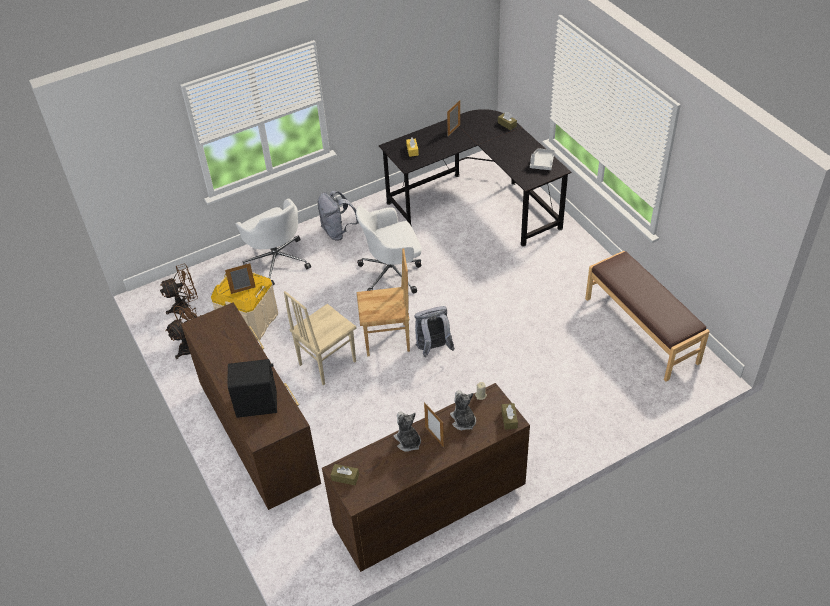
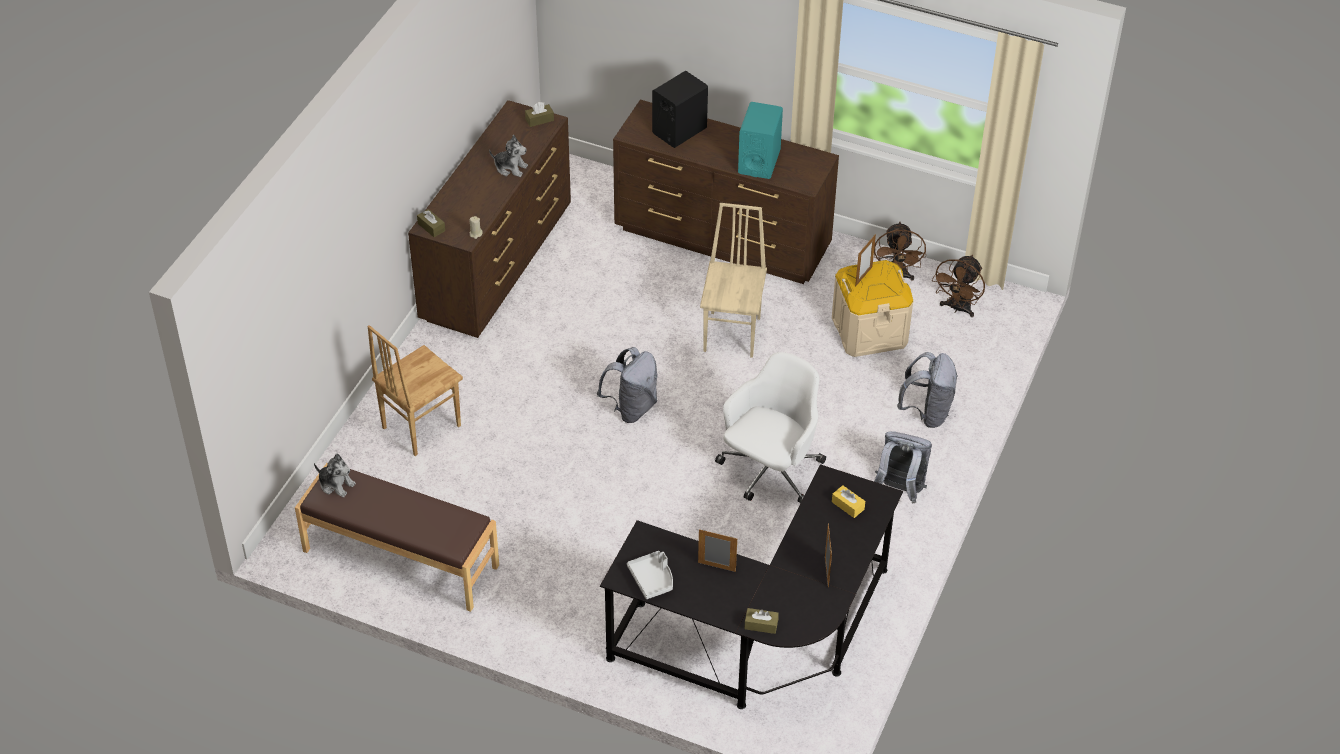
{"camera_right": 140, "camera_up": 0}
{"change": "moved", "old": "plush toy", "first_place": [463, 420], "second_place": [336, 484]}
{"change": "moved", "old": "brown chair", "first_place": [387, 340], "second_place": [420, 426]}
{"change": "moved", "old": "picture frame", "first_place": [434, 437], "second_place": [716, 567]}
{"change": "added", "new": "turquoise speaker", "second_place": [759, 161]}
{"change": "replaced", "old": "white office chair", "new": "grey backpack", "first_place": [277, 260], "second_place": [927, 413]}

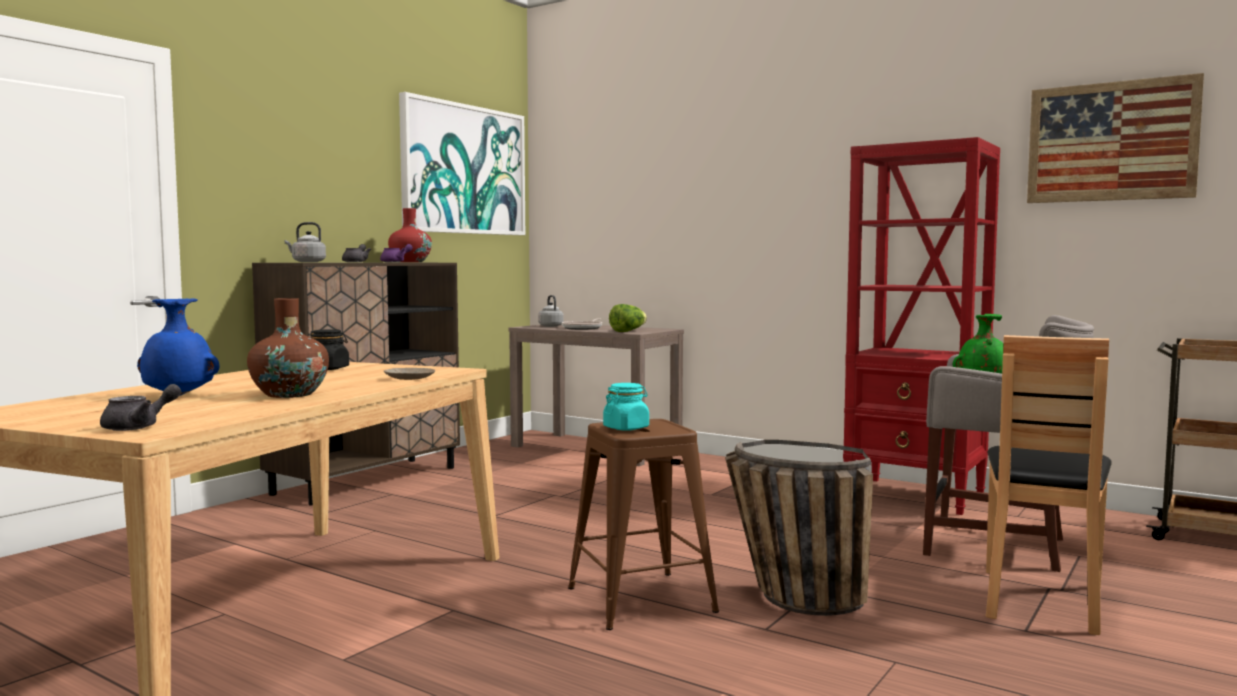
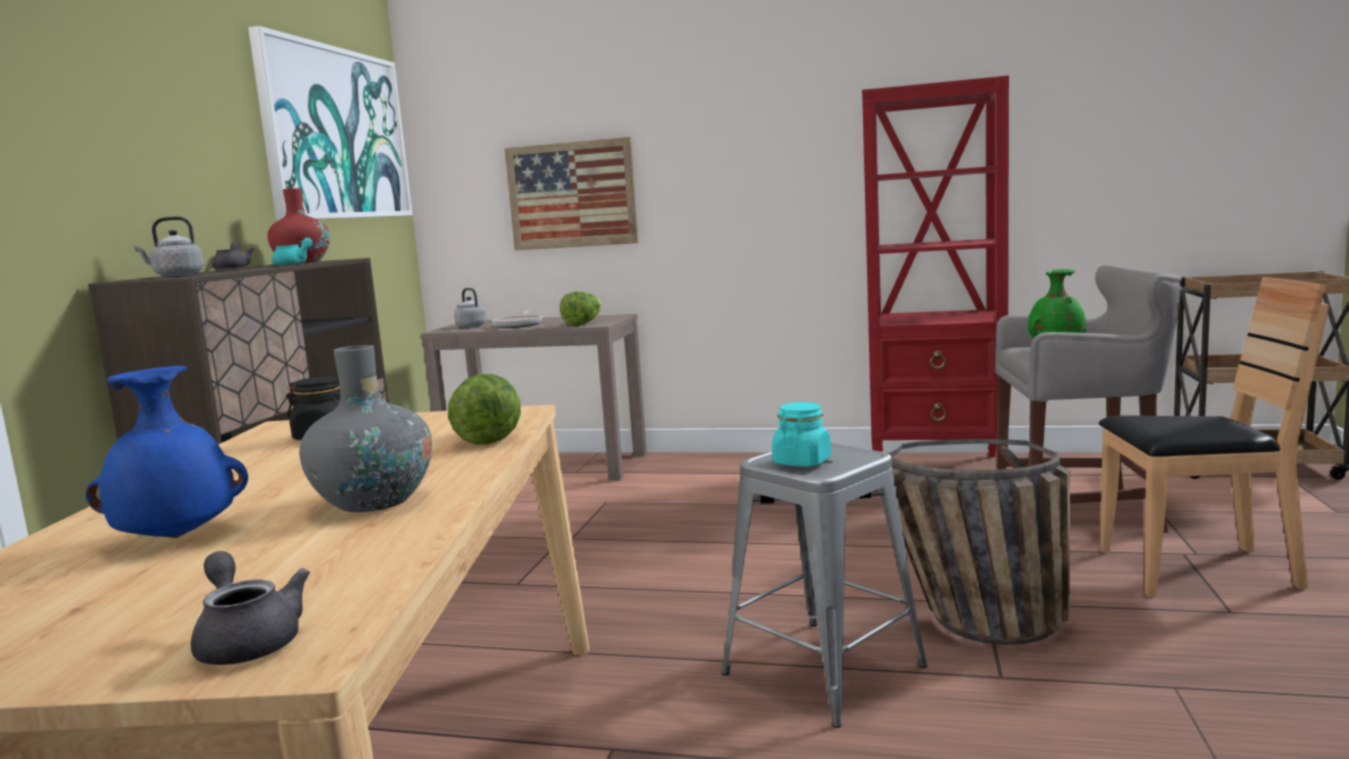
{"camera_right": -20, "camera_up": 5}
{"change": "turned", "old": "grey teapot", "first_place": [139, 427], "second_place": [248, 641], "degrees": -60}
{"change": "recoloured", "old": "purple teapot", "new": "turquoise teapot", "first_place": [396, 262], "second_place": [295, 264]}
{"change": "recoloured", "old": "brown vase", "new": "grey vase", "first_place": [289, 394], "second_place": [374, 501]}
{"change": "replaced", "old": "beige plate", "new": "lettuce", "first_place": [409, 378], "second_place": [490, 438]}
{"change": "moved", "old": "picture", "first_place": [1111, 142], "second_place": [572, 195]}
{"change": "recoloured", "old": "brown stool", "new": "grey stool", "first_place": [641, 600], "second_place": [824, 670]}
{"change": "turned", "old": "brown chair", "first_place": [1041, 600], "second_place": [1196, 570], "degrees": -90}

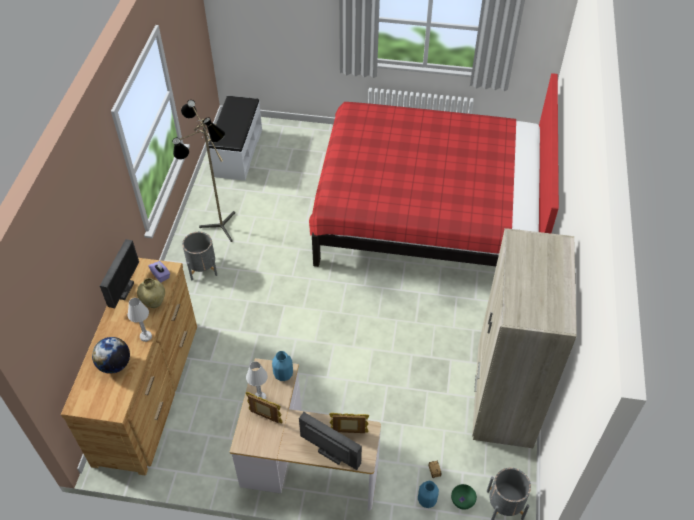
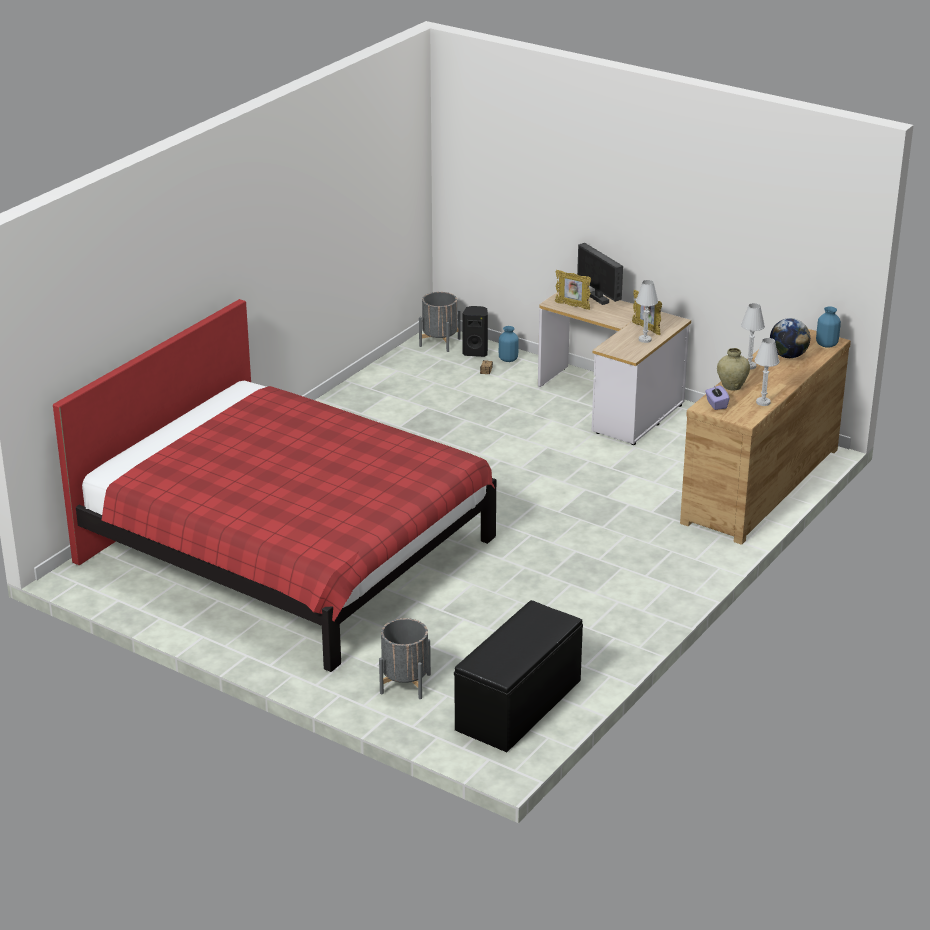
{"camera_right": -155, "camera_up": -20}
{"change": "moved", "old": "grey planter", "first_place": [202, 268], "second_place": [405, 684]}
{"change": "recoloured", "old": "white bench", "new": "black bench", "first_place": [237, 152], "second_place": [519, 705]}
{"change": "replaced", "old": "green bowl", "new": "black speaker", "first_place": [462, 500], "second_place": [475, 352]}
{"change": "replaced", "old": "monitor", "new": "white table lamp", "first_place": [125, 290], "second_place": [763, 402]}
{"change": "moved", "old": "blue vase", "first_place": [283, 375], "second_place": [826, 344]}
{"change": "removed", "old": "floor lamp", "first_place": [218, 229]}
{"change": "removed", "old": "beige wardrobe", "first_place": [503, 397]}

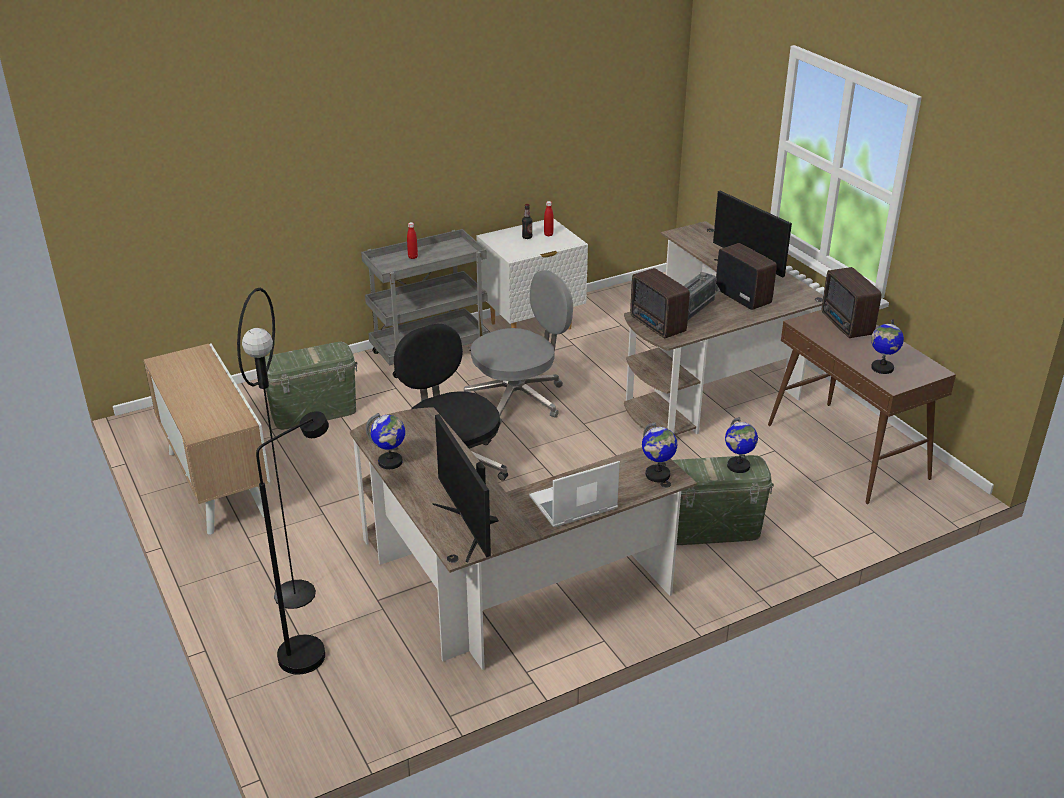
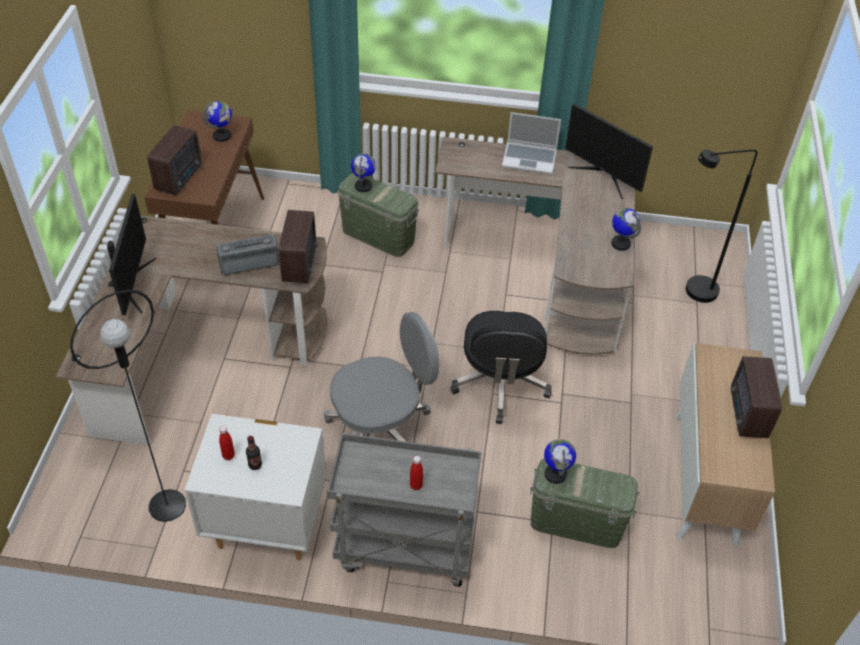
{"camera_right": -145, "camera_up": 15}
{"change": "moved", "old": "black floor lamp", "first_place": [294, 594], "second_place": [167, 506]}
{"change": "turned", "old": "grey office chair", "first_place": [518, 398], "second_place": [381, 427], "degrees": 150}
{"change": "moved", "old": "globe", "first_place": [657, 475], "second_place": [555, 474]}
{"change": "turned", "old": "monitor", "first_place": [469, 526], "second_place": [603, 176], "degrees": 120}
{"change": "moved", "old": "radio", "first_place": [742, 296], "second_place": [747, 415]}

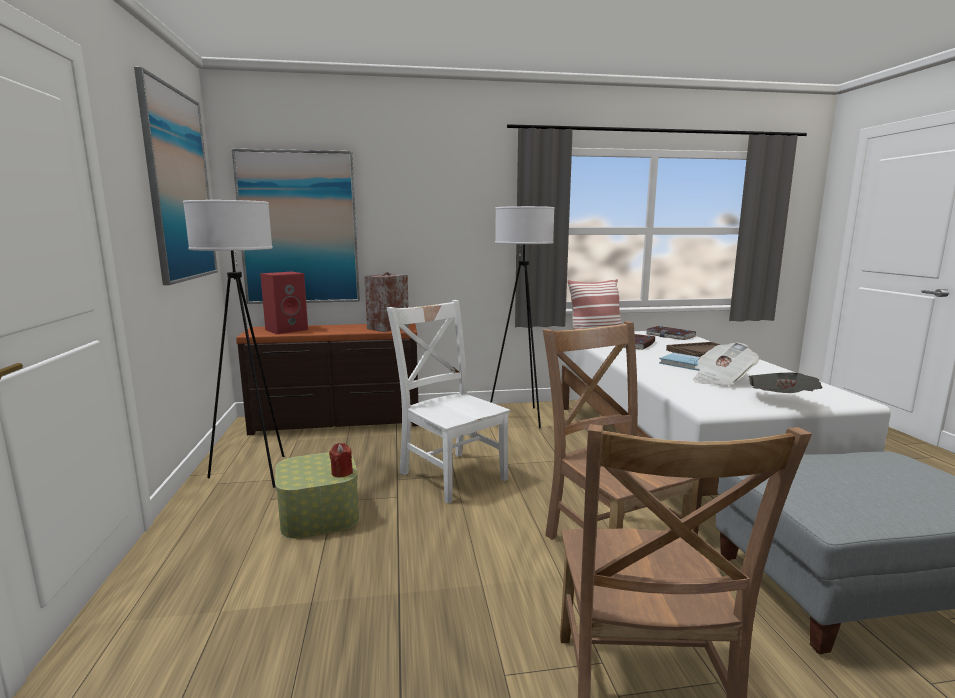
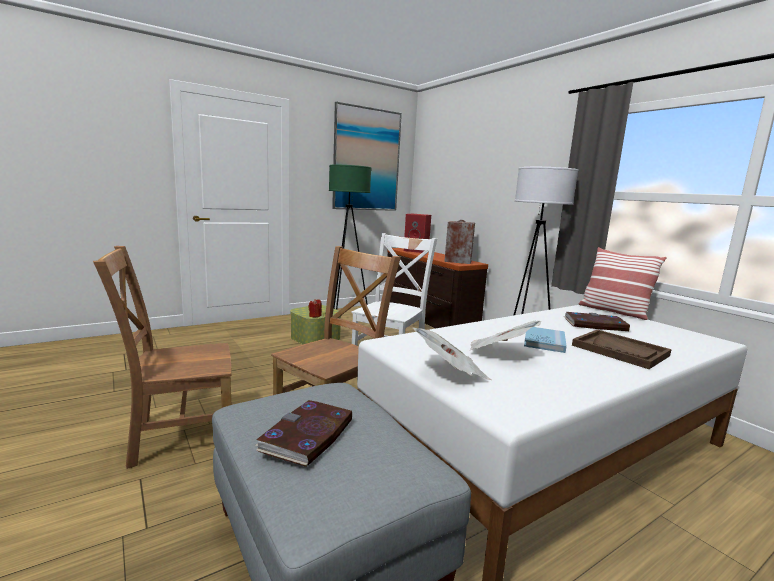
{"camera_right": 65, "camera_up": 0}
{"change": "moved", "old": "book", "first_place": [670, 335], "second_place": [307, 435]}
{"change": "recoloured", "old": "white floor lamp", "new": "green floor lamp", "first_place": [254, 473], "second_place": [345, 318]}
{"change": "removed", "old": "picture", "first_place": [299, 228]}

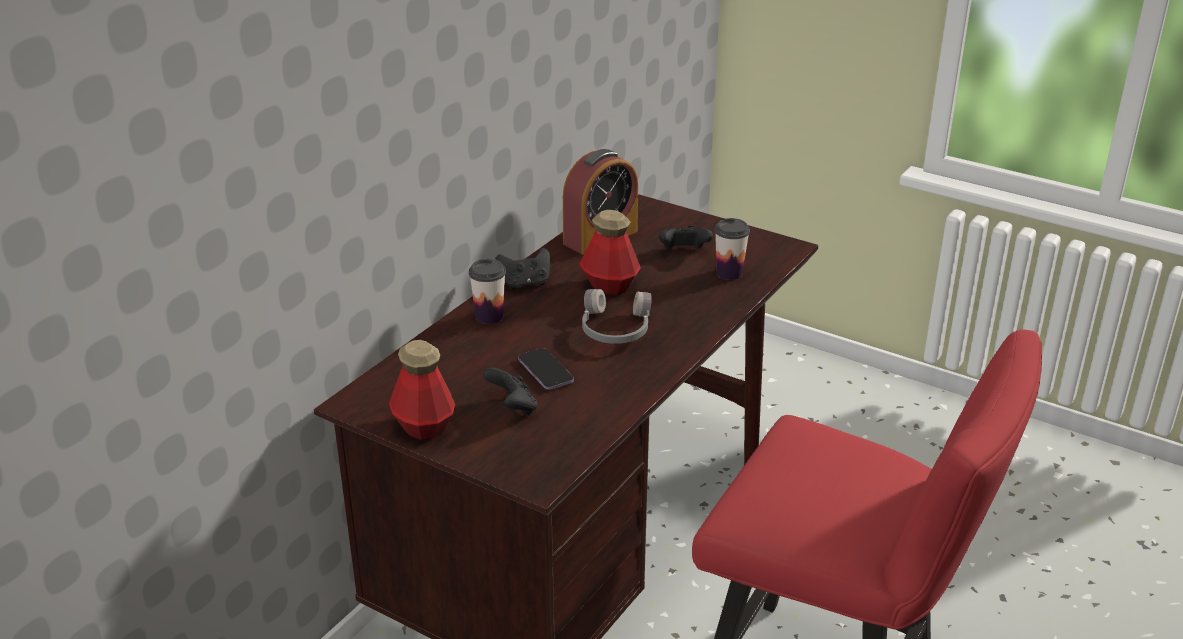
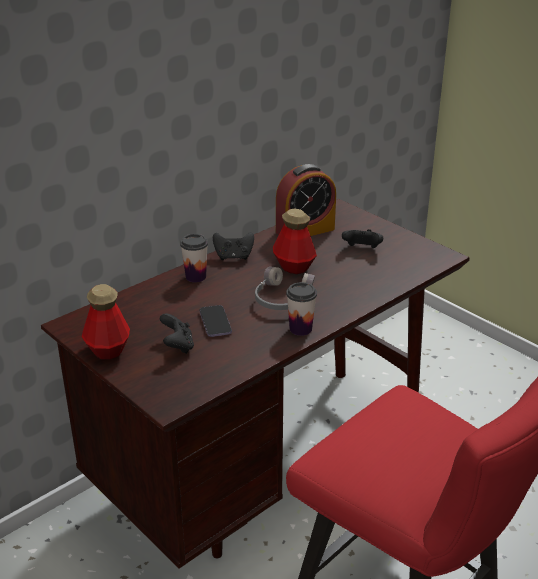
{"camera_right": 15, "camera_up": 0}
{"change": "moved", "old": "cup", "first_place": [729, 273], "second_place": [300, 329]}

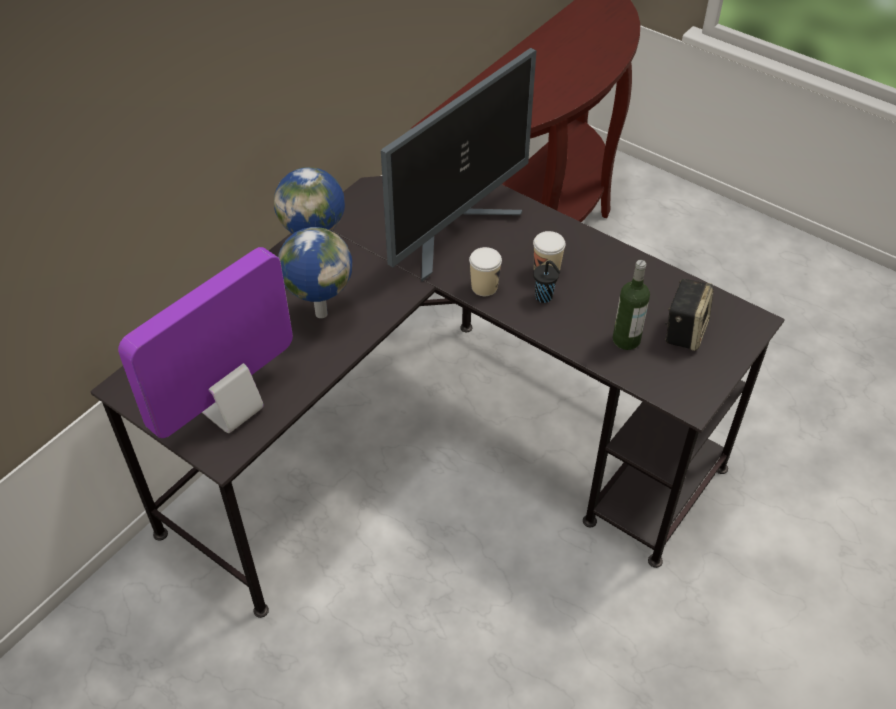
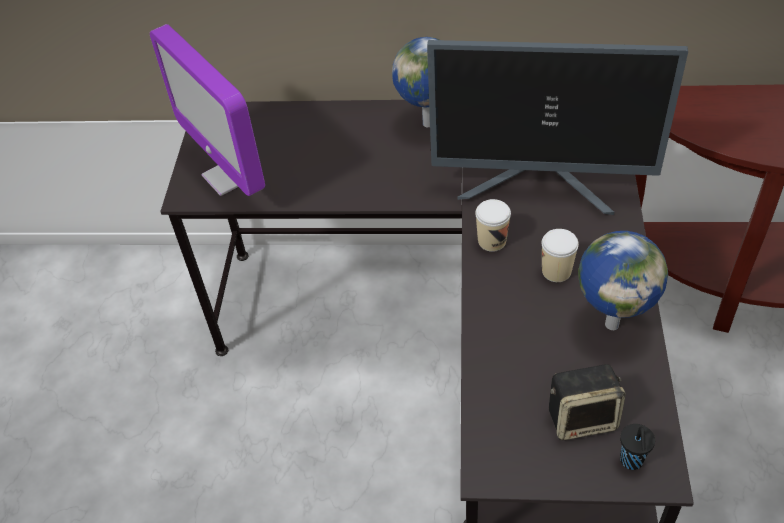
{"camera_right": 60, "camera_up": 0}
{"change": "turned", "old": "monitor", "first_place": [232, 411], "second_place": [229, 176], "degrees": -135}
{"change": "moved", "old": "globe", "first_place": [320, 313], "second_place": [612, 323]}
{"change": "moved", "old": "black cup", "first_place": [544, 297], "second_place": [631, 461]}
{"change": "removed", "old": "bottle", "first_place": [626, 340]}

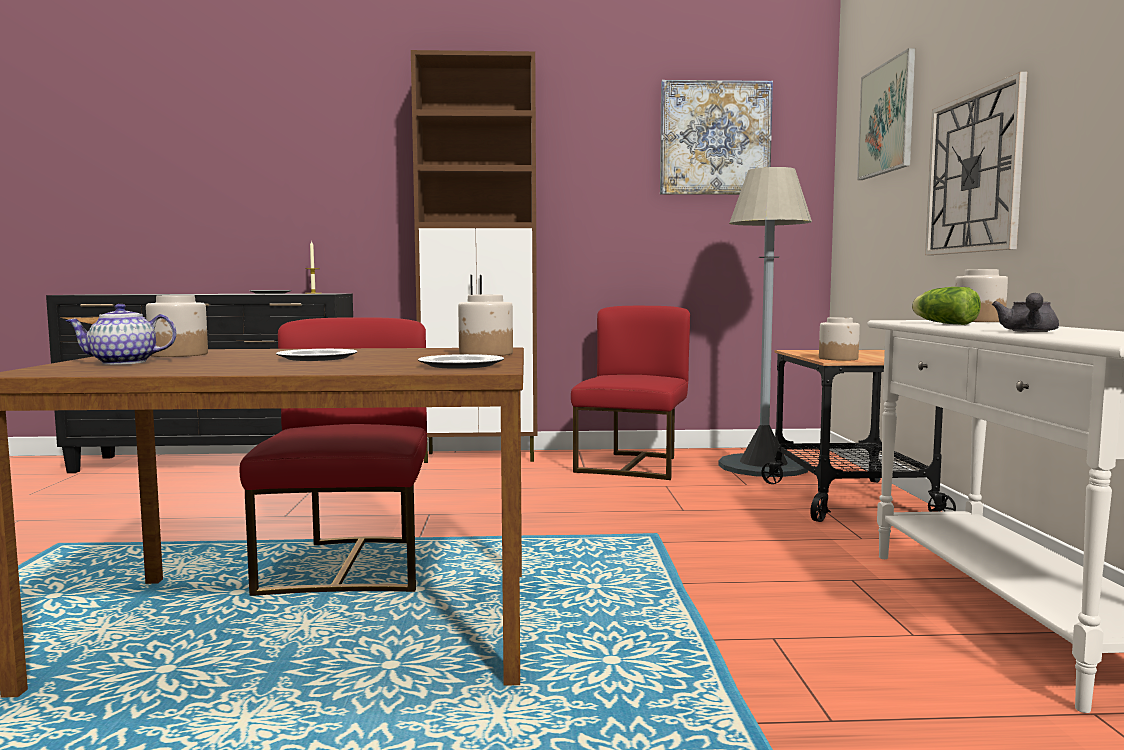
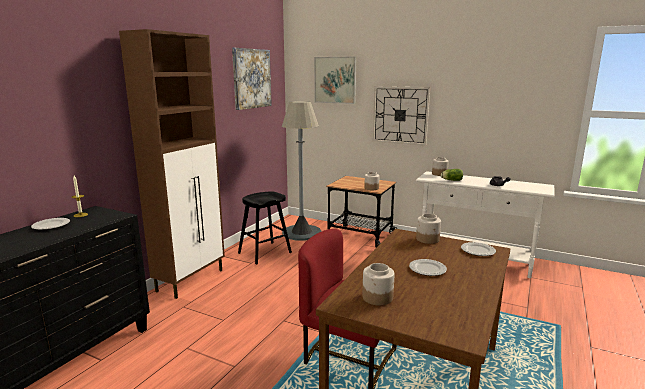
{"camera_right": -60, "camera_up": 10}
{"change": "replaced", "old": "red chair", "new": "black stool", "first_place": [633, 465], "second_place": [264, 253]}
{"change": "removed", "old": "teapot", "first_place": [122, 363]}

